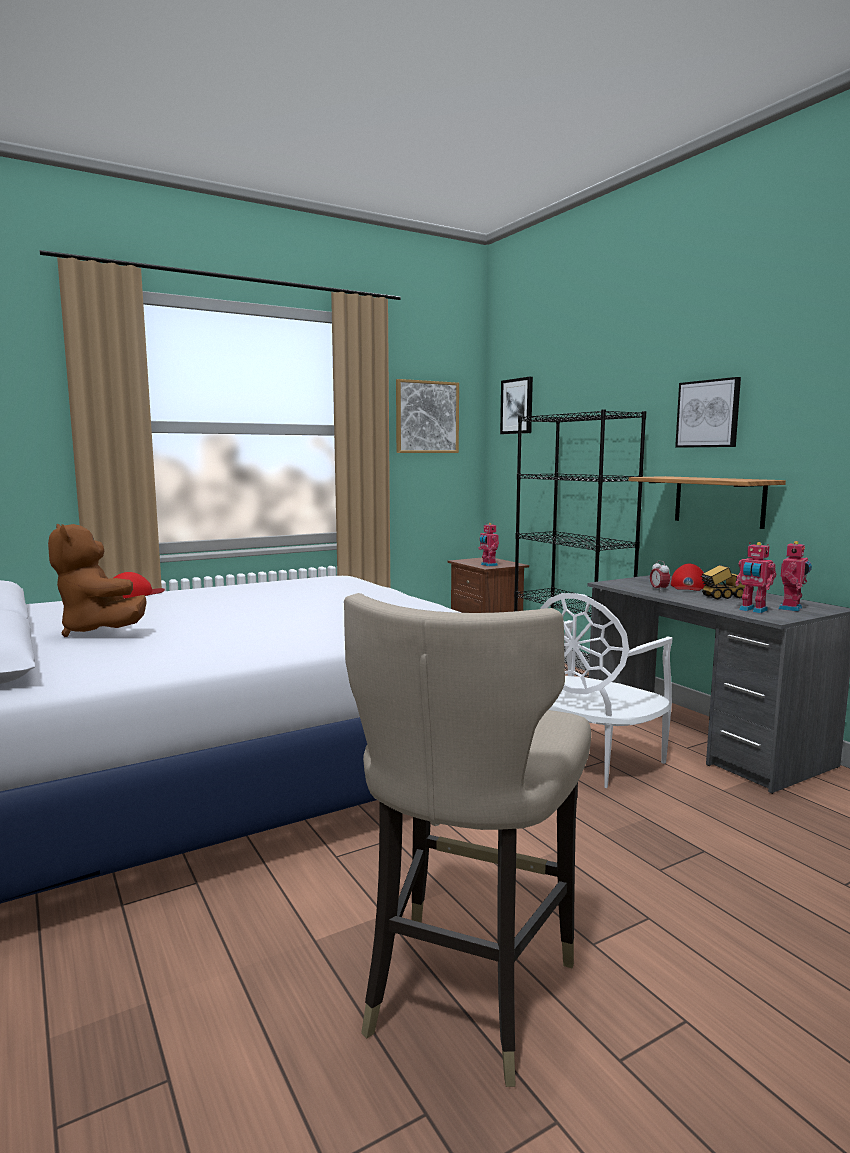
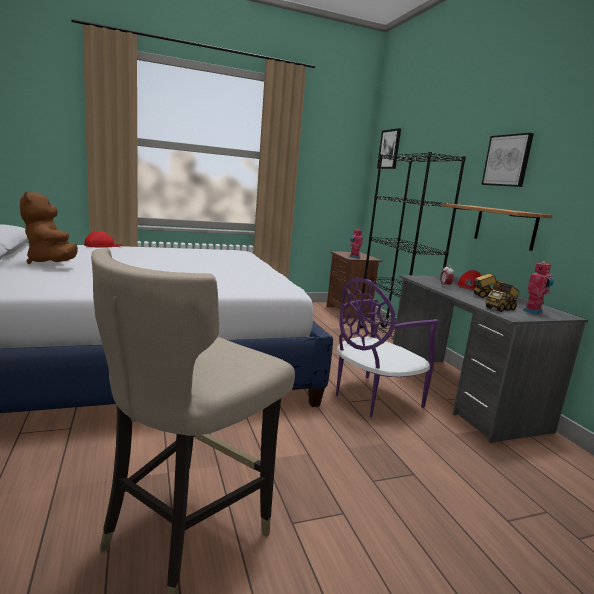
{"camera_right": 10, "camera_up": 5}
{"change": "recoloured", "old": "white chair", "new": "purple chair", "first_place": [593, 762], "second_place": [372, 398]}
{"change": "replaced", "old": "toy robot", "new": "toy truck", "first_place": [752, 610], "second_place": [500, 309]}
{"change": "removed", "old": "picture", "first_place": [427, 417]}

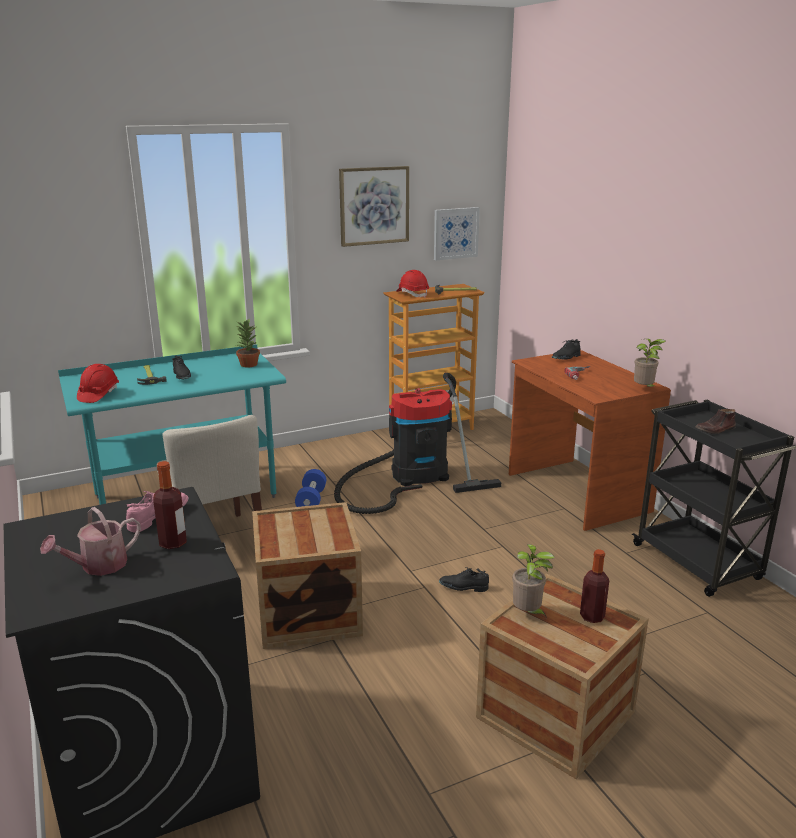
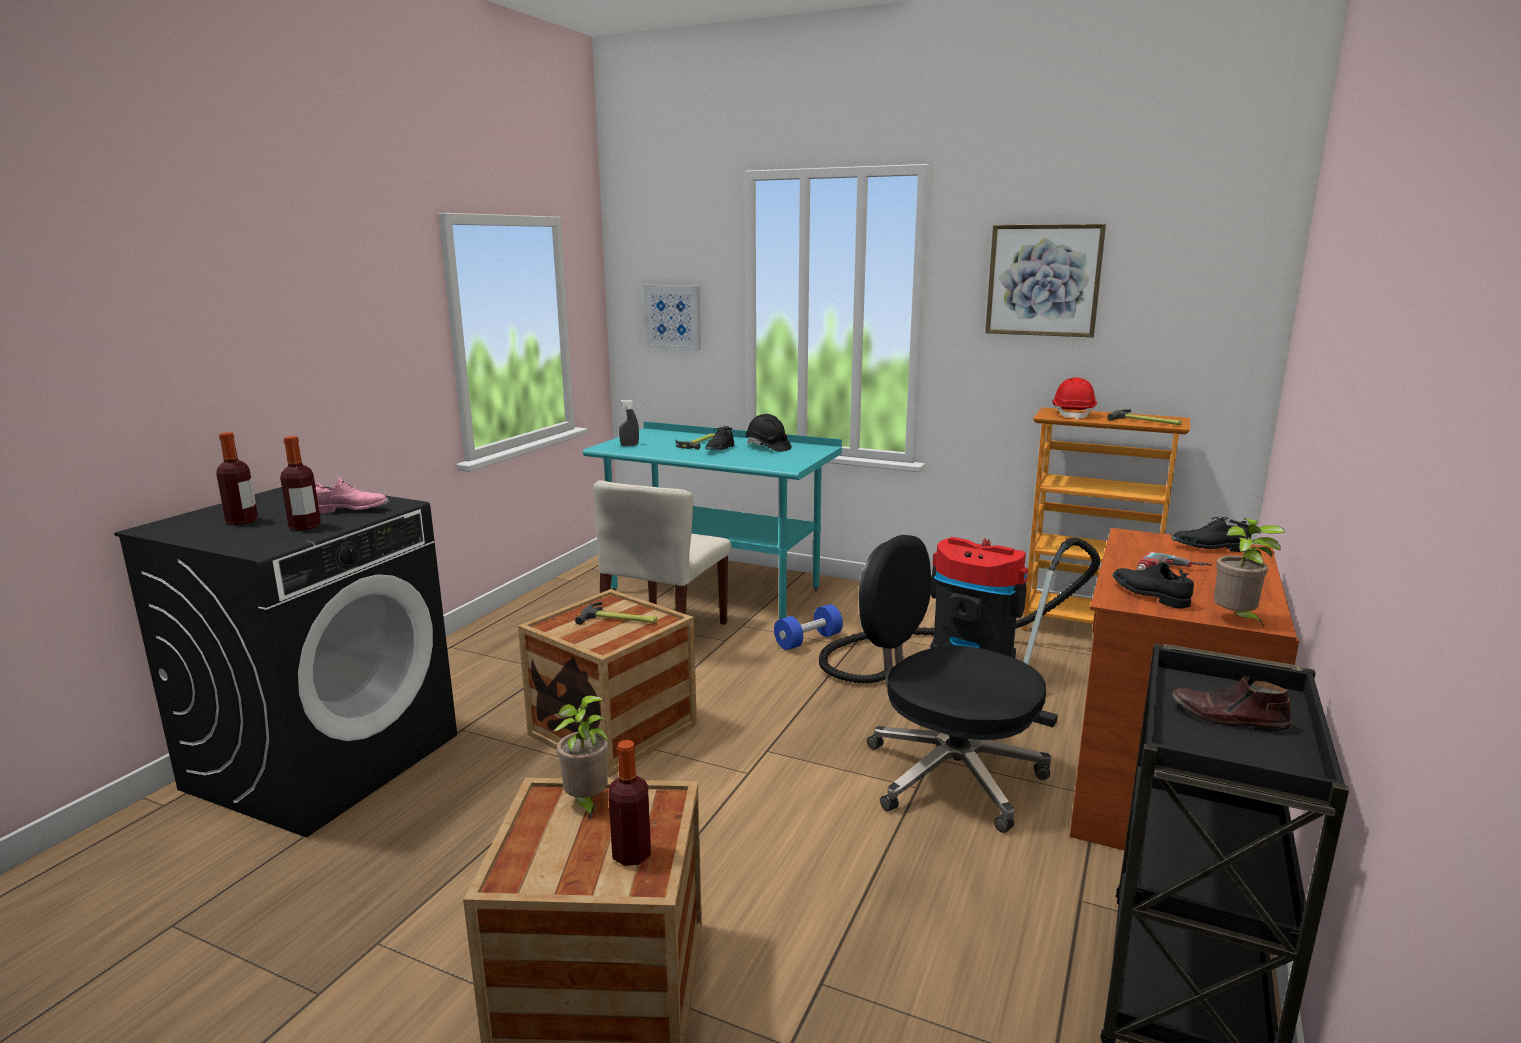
{"camera_right": 50, "camera_up": -5}
{"change": "replaced", "old": "watering can", "new": "bottle", "first_place": [98, 566], "second_place": [242, 521]}
{"change": "added", "new": "hammer", "second_place": [620, 620]}
{"change": "replaced", "old": "red hard hat", "new": "grey spray bottle", "first_place": [98, 395], "second_place": [629, 445]}
{"change": "moved", "old": "picture", "first_place": [455, 233], "second_place": [672, 317]}
{"change": "added", "new": "black hard hat", "second_place": [767, 447]}
{"change": "added", "new": "black office chair", "second_place": [948, 775]}
{"change": "moved", "old": "black shoe", "first_place": [463, 587], "second_place": [1149, 595]}
{"change": "removed", "old": "potted plant", "first_place": [248, 365]}

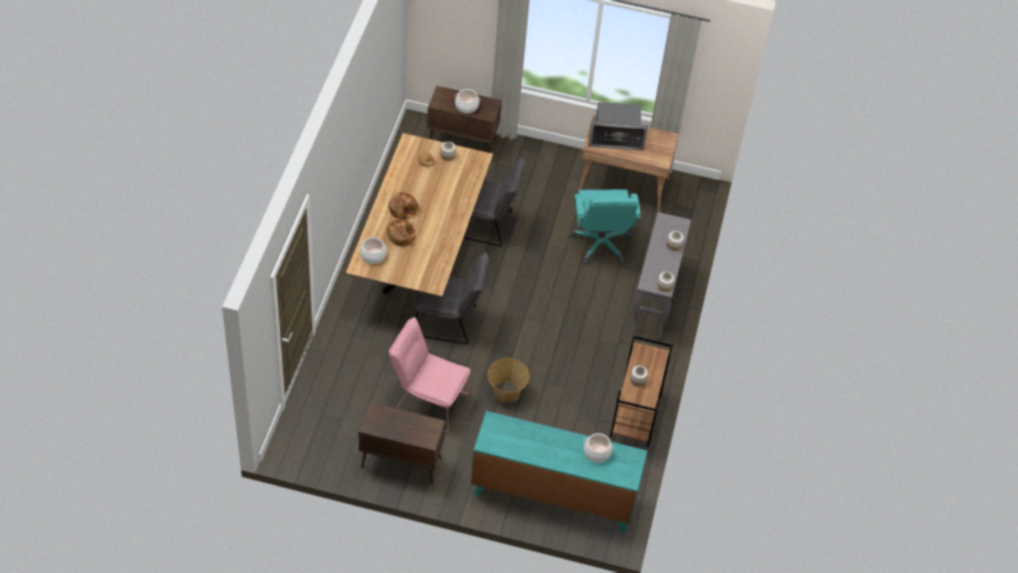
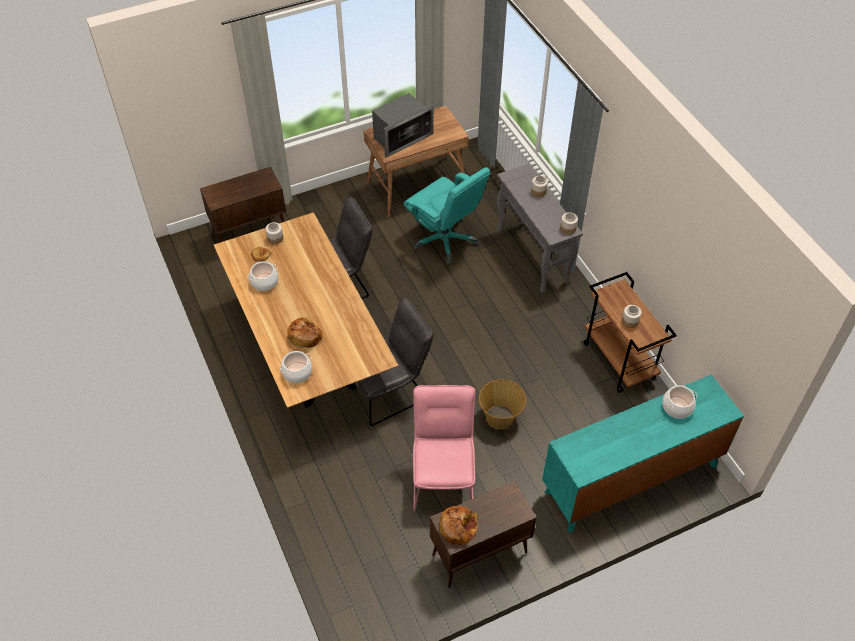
{"camera_right": -35, "camera_up": 0}
{"change": "moved", "old": "cooking pot", "first_place": [466, 106], "second_place": [264, 282]}
{"change": "turned", "old": "pink chair", "first_place": [427, 400], "second_place": [443, 476], "degrees": 105}
{"change": "moved", "old": "bread", "first_place": [403, 209], "second_place": [458, 527]}

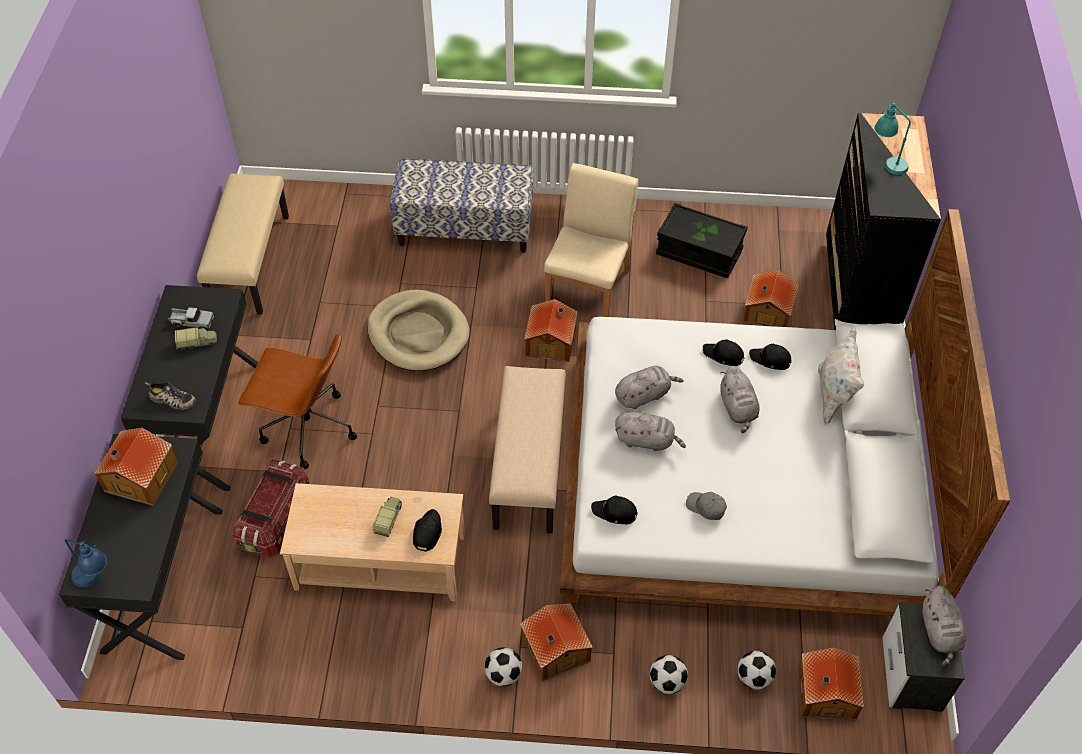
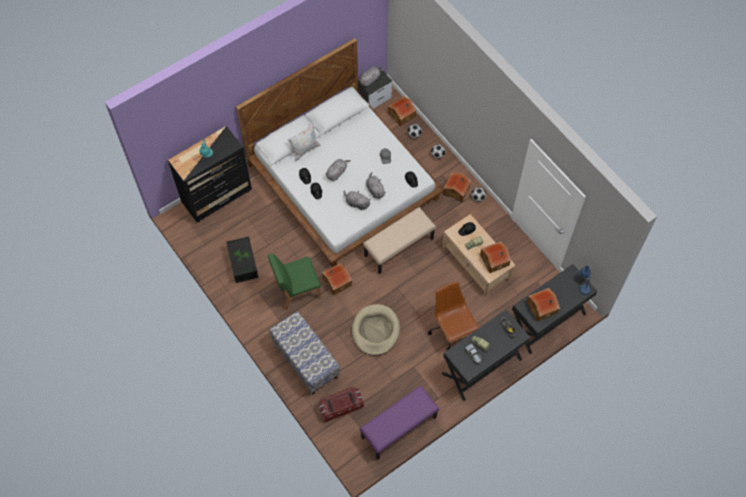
{"camera_right": -130, "camera_up": 10}
{"change": "recoloured", "old": "beige chair", "new": "green chair", "first_place": [589, 286], "second_place": [296, 290]}
{"change": "moved", "old": "storage box", "first_place": [277, 519], "second_place": [341, 407]}
{"change": "recoloured", "old": "beige bench", "new": "purple bench", "first_place": [250, 262], "second_place": [399, 428]}
{"change": "moved", "old": "toy house", "first_place": [766, 312], "second_place": [495, 260]}

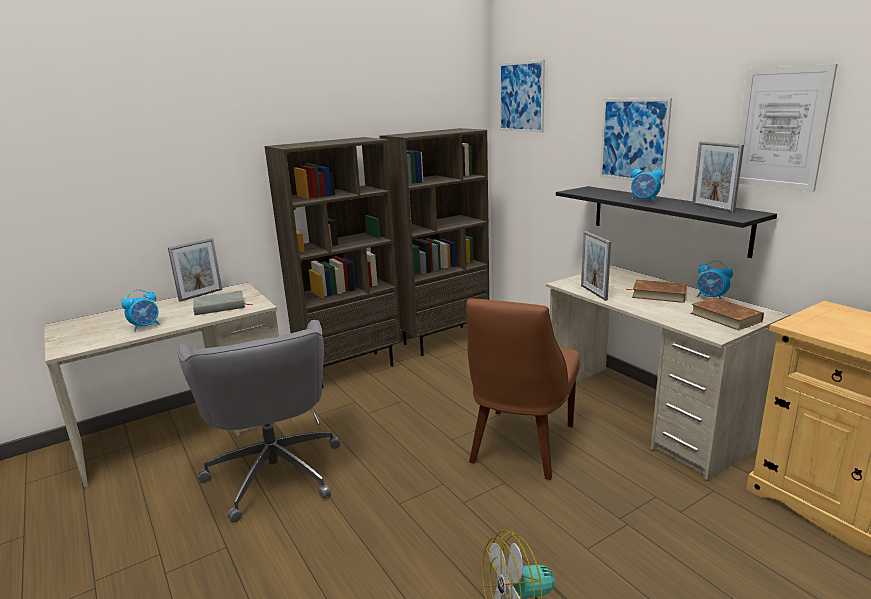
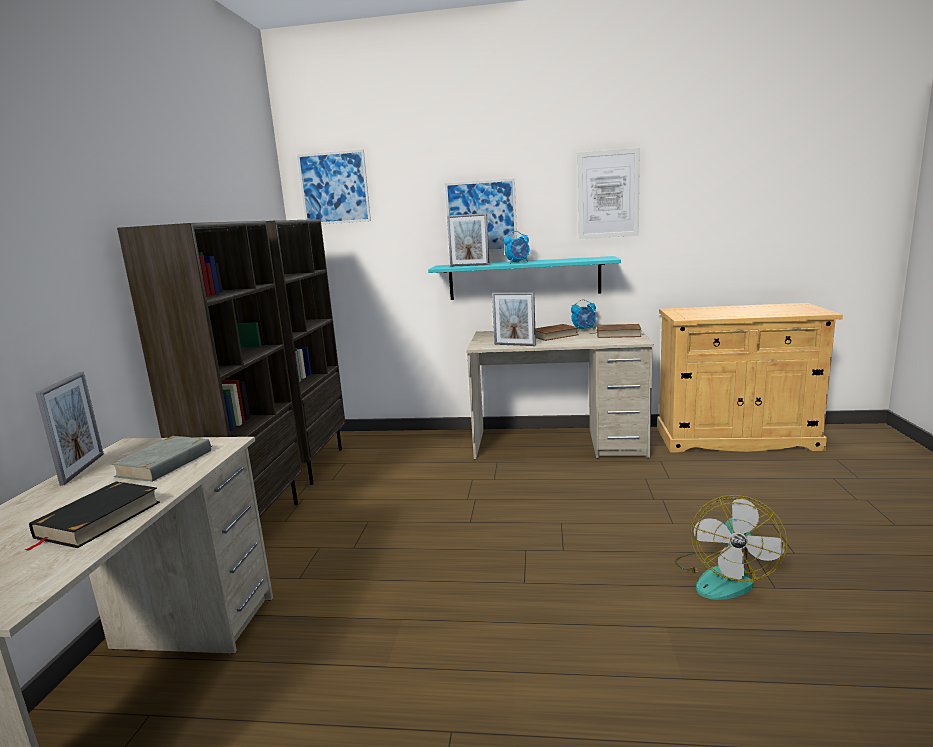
{"camera_right": -50, "camera_up": -5}
{"change": "replaced", "old": "alarm clock", "new": "black book", "first_place": [145, 326], "second_place": [98, 520]}
{"change": "recoloured", "old": "black shelf", "new": "turquoise shelf", "first_place": [667, 219], "second_place": [524, 278]}
{"change": "moved", "old": "picture frame", "first_place": [712, 208], "second_place": [469, 265]}
{"change": "removed", "old": "grey office chair", "first_place": [274, 470]}
{"change": "removed", "old": "brown chair", "first_place": [520, 446]}

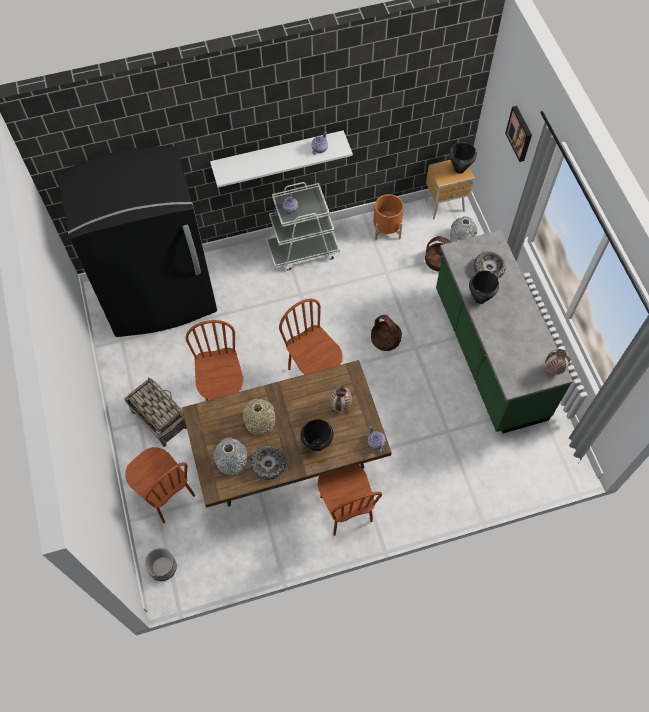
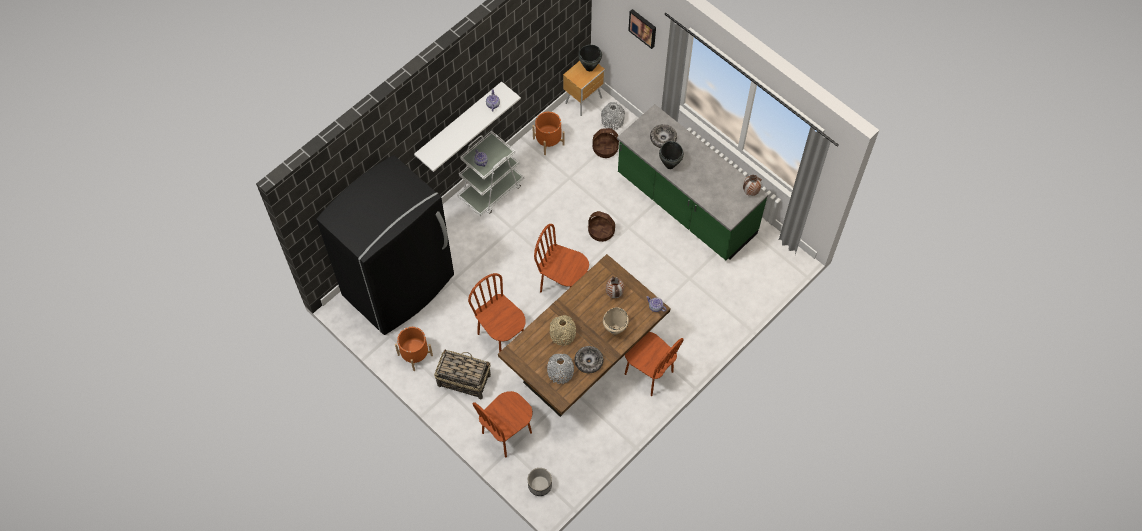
{"camera_right": -30, "camera_up": 0}
{"change": "added", "new": "orange planter", "second_place": [415, 355]}
{"change": "turned", "old": "brown chair", "first_place": [166, 495], "second_place": [507, 433], "degrees": 120}
{"change": "recoloured", "old": "black cooking pot", "new": "beige cooking pot", "first_place": [316, 445], "second_place": [614, 330]}

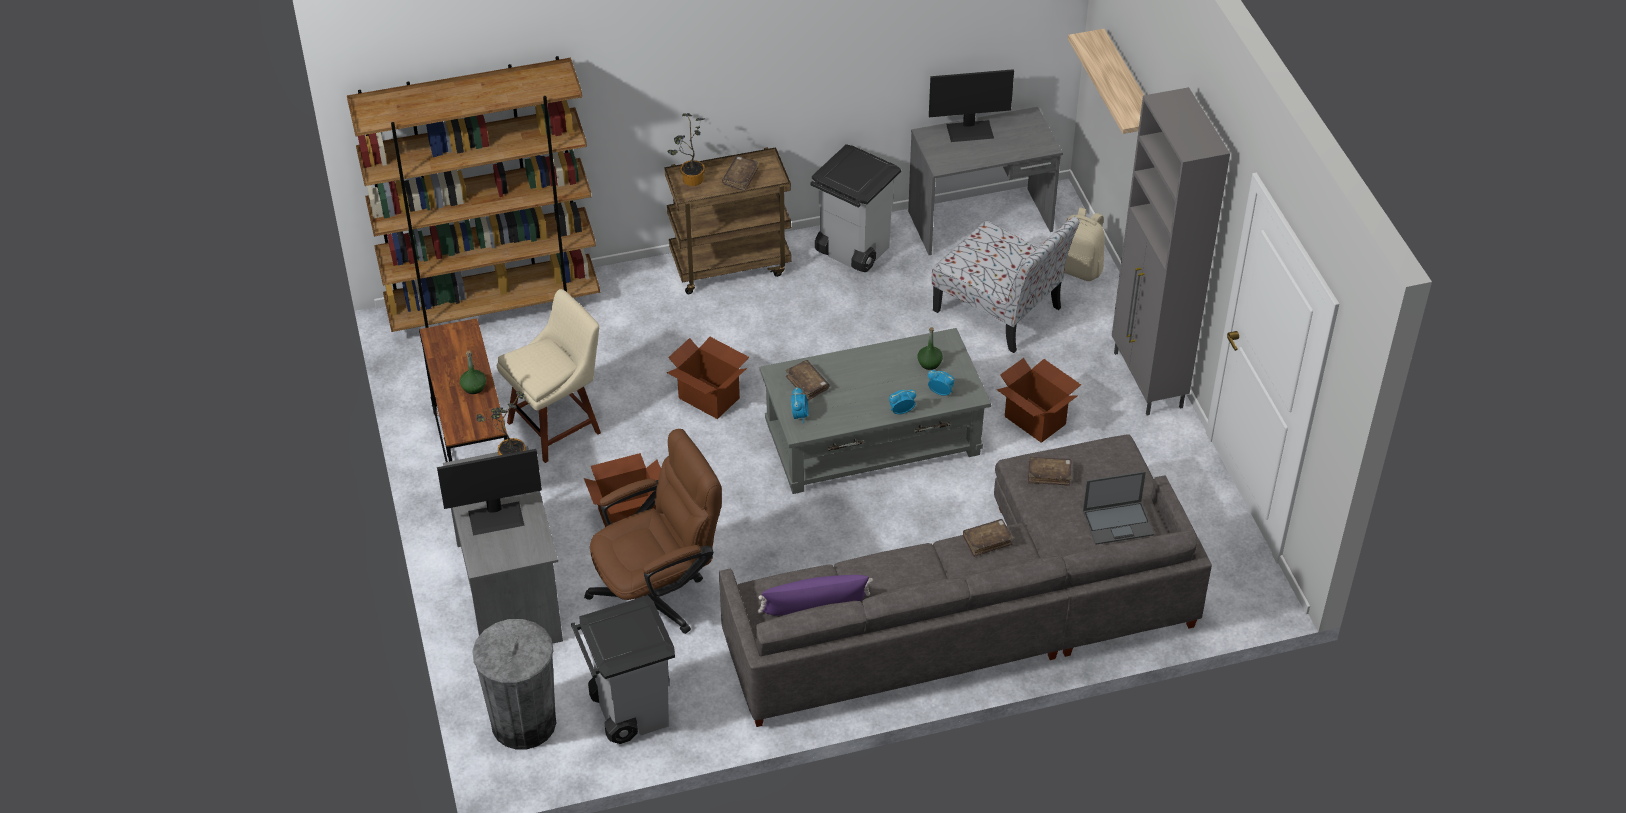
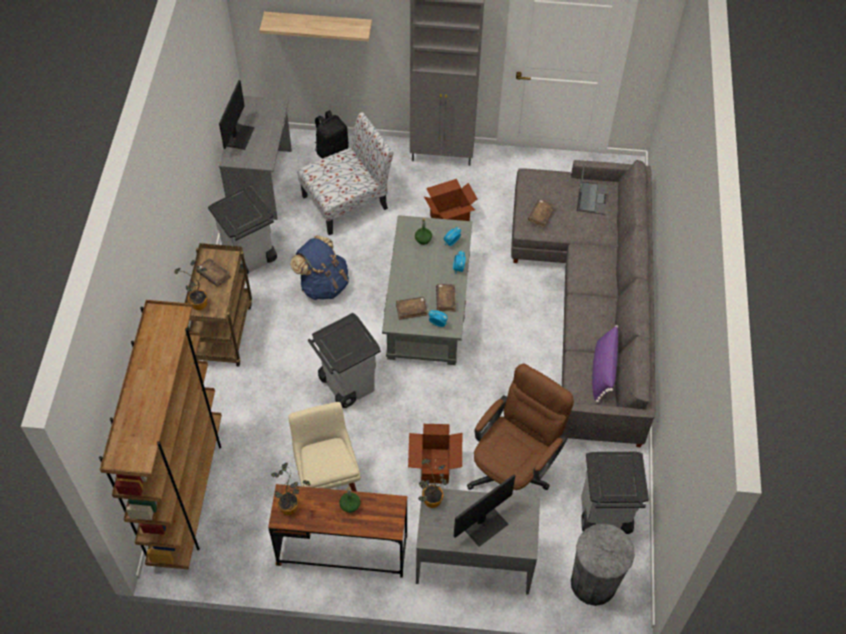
{"camera_right": -70, "camera_up": 10}
{"change": "added", "new": "potted plant", "second_place": [291, 506]}
{"change": "added", "new": "blue backpack", "second_place": [323, 284]}
{"change": "replaced", "old": "cardboard box", "new": "grey trash can", "first_place": [709, 397], "second_place": [346, 384]}
{"change": "recoloured", "old": "beige backpack", "new": "black backpack", "first_place": [1079, 269], "second_place": [332, 150]}
{"change": "moved", "old": "brown book", "first_place": [987, 541], "second_place": [445, 300]}
{"change": "turned", "old": "monitor", "first_place": [496, 517], "second_place": [485, 525], "degrees": 45}
{"change": "turned", "old": "brown office chair", "first_place": [658, 597], "second_place": [513, 470], "degrees": 45}

